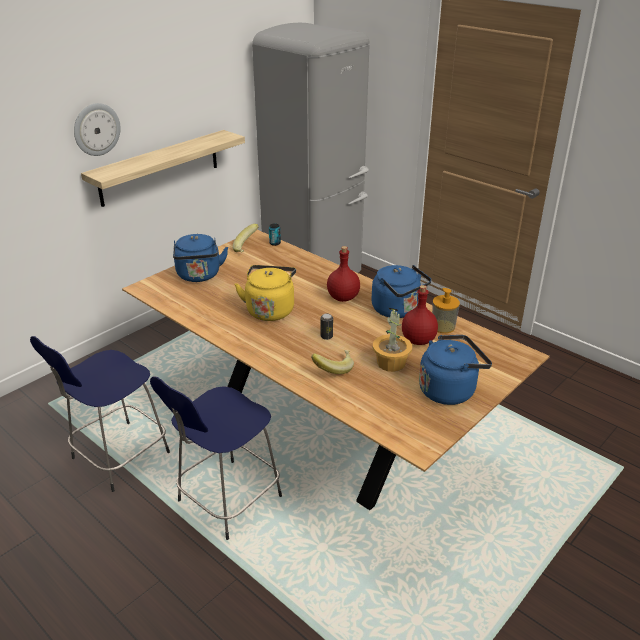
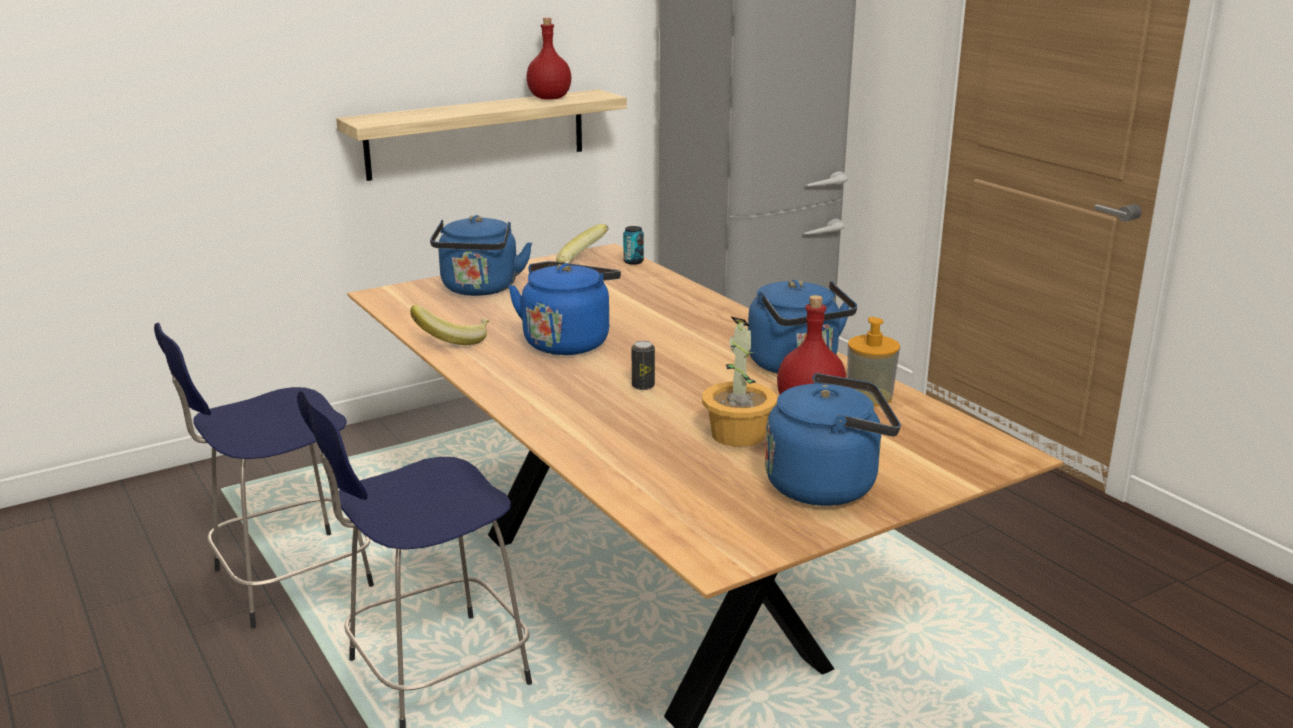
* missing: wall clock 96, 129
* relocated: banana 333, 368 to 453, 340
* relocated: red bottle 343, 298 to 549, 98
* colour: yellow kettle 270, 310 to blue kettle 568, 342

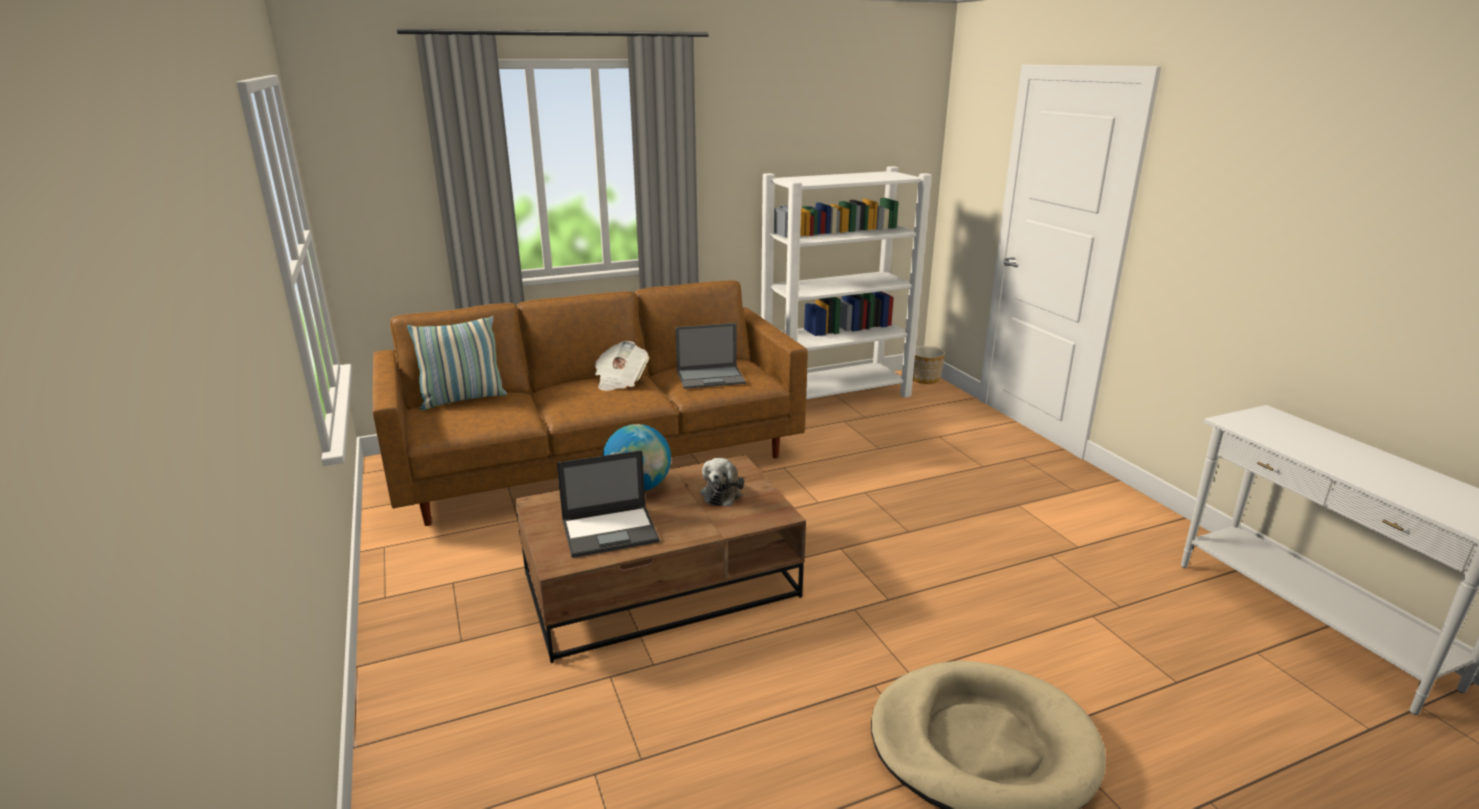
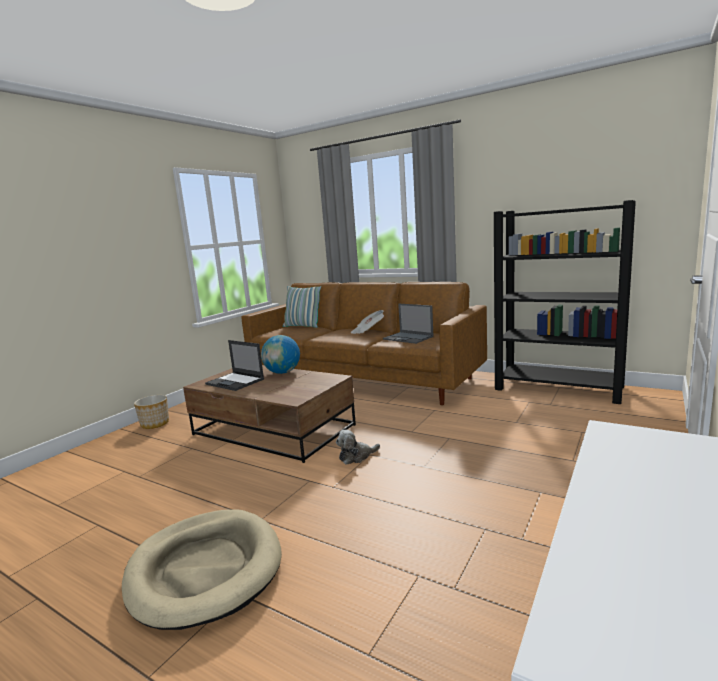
* relocated: plush toy 722, 493 to 356, 456
* relocated: planter 924, 378 to 155, 424
* colour: white bookcase 835, 395 to black bookcase 558, 388

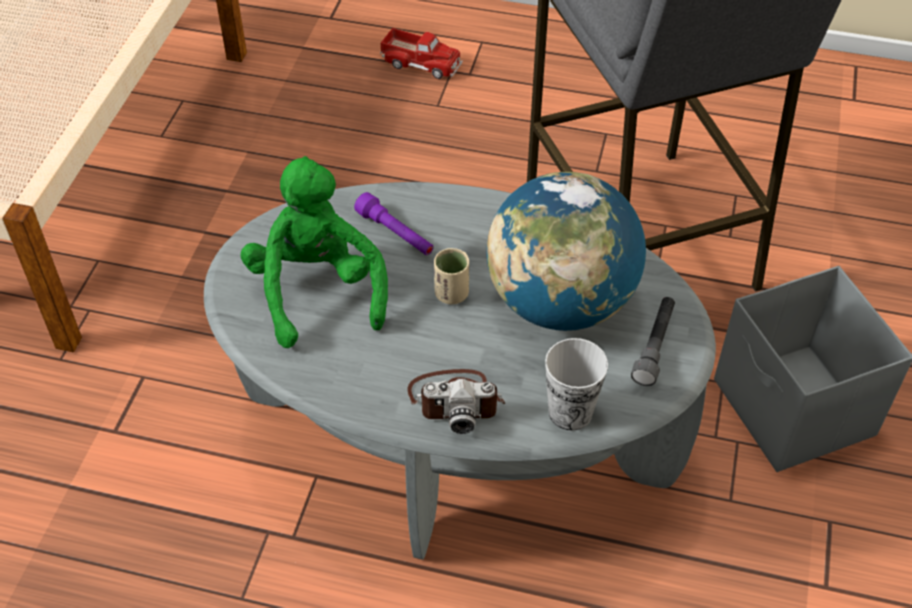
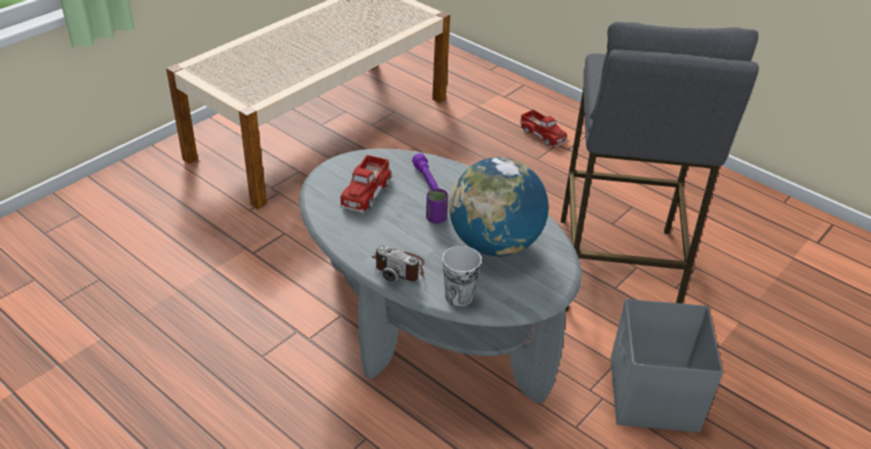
* missing: grey flashlight 654, 346
* exchanged: green plush toy 317, 291 to toy truck 365, 192
* colour: beige cup 451, 294 to purple cup 436, 218

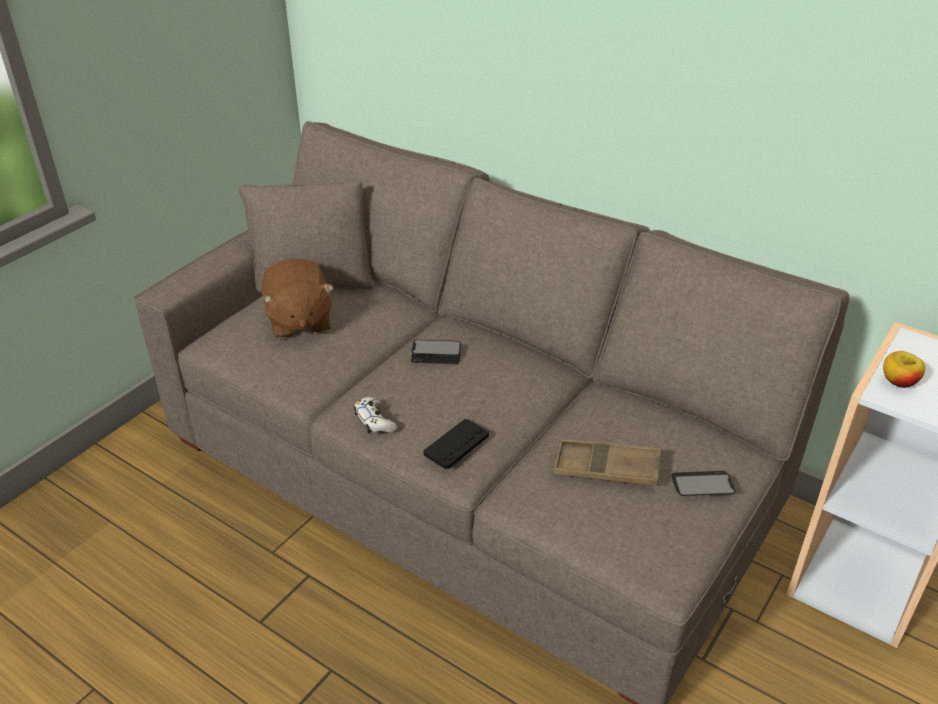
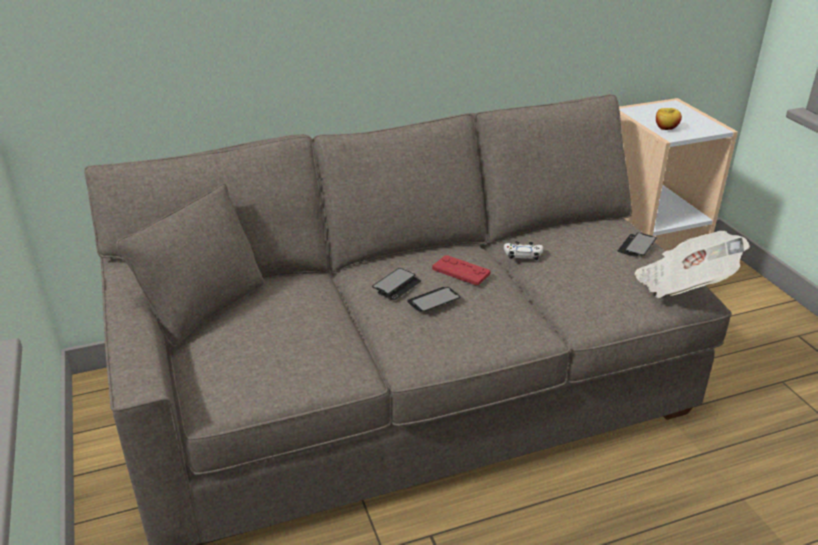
* missing: brown plush toy 299, 321
* missing: black game controller 456, 445
* missing: brown tray 606, 468
* appeared: phone 433, 300
* appeared: red game controller 461, 271
* appeared: newspaper 684, 285
* relocated: white game controller 374, 421 to 523, 255

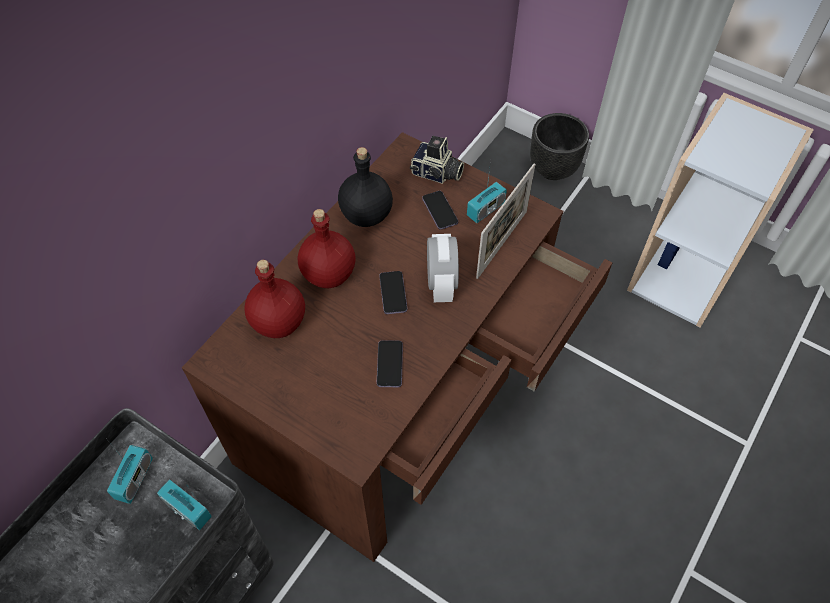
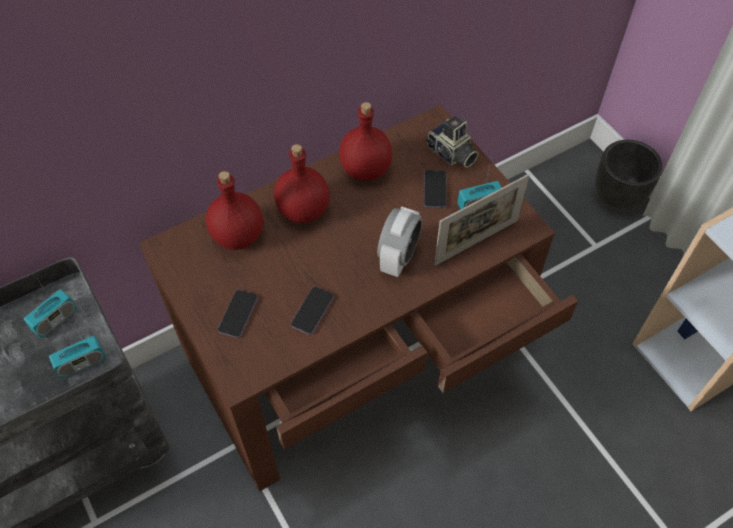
* relocated: phone 393, 293 to 238, 314
* colour: black bottle 367, 215 to red bottle 366, 169
* spun: radio 187, 509 = 81, 363 90 degrees counterclockwise

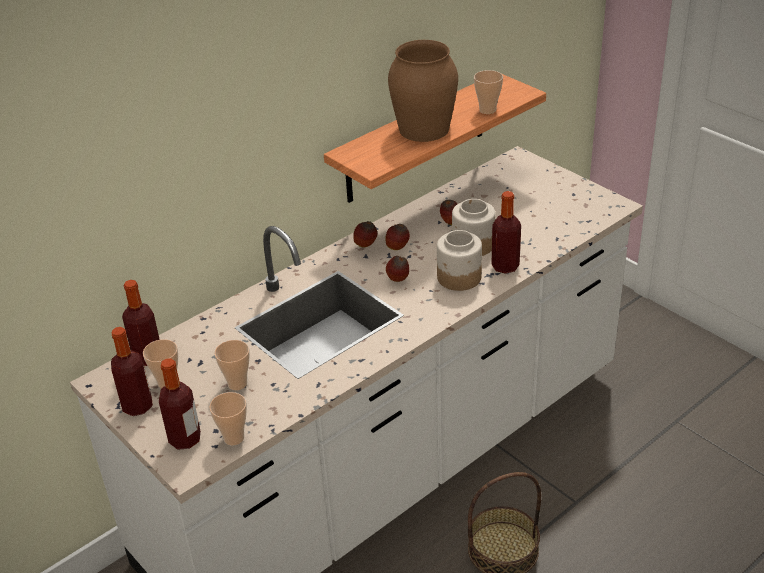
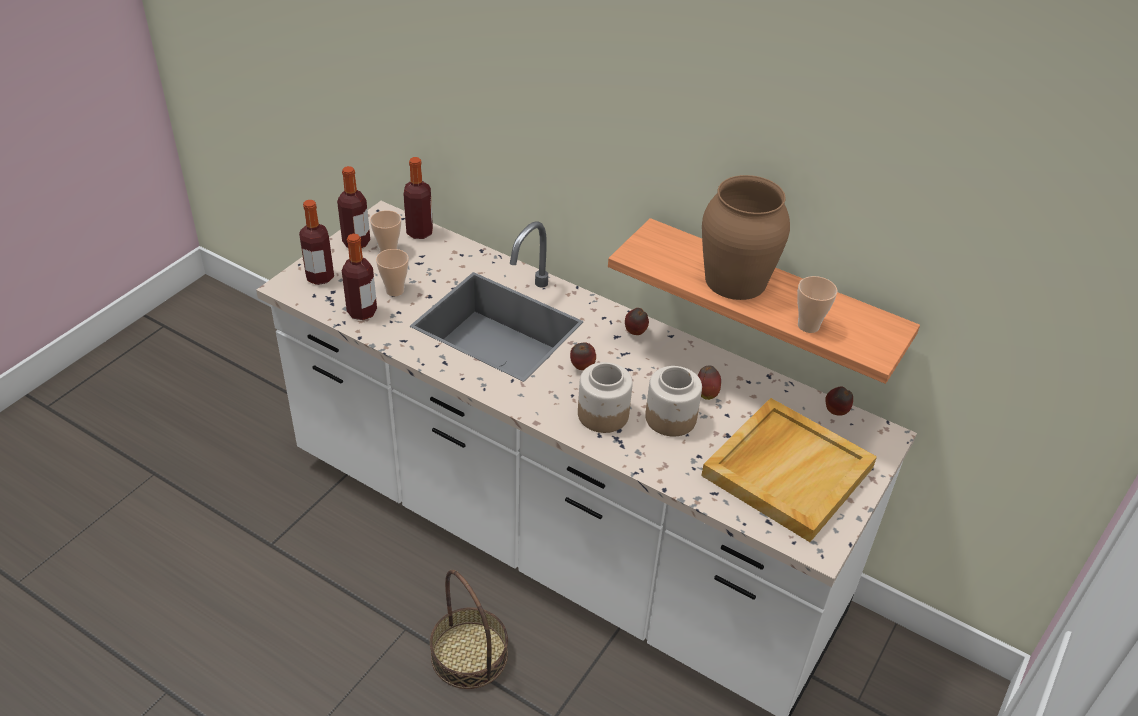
* missing: cup 234, 438
* appeared: beige tray 787, 470
* relocated: apple 397, 248 to 836, 413
* relocated: bottle 505, 266 to 362, 312

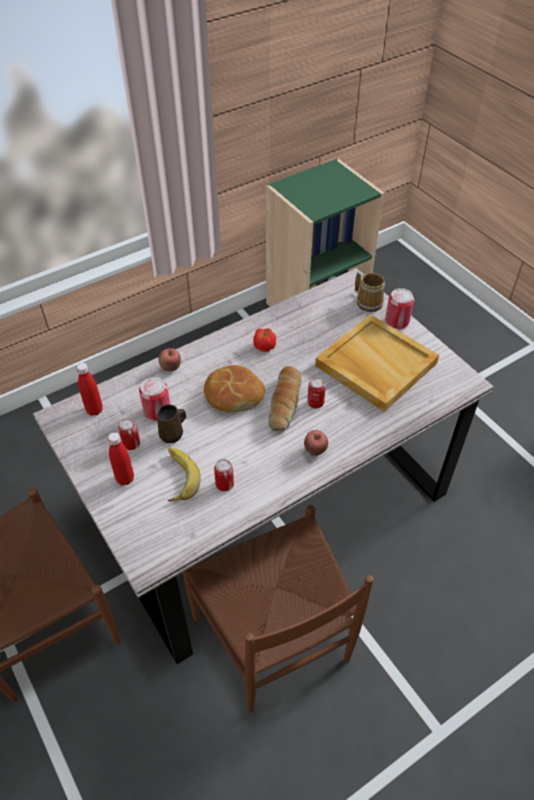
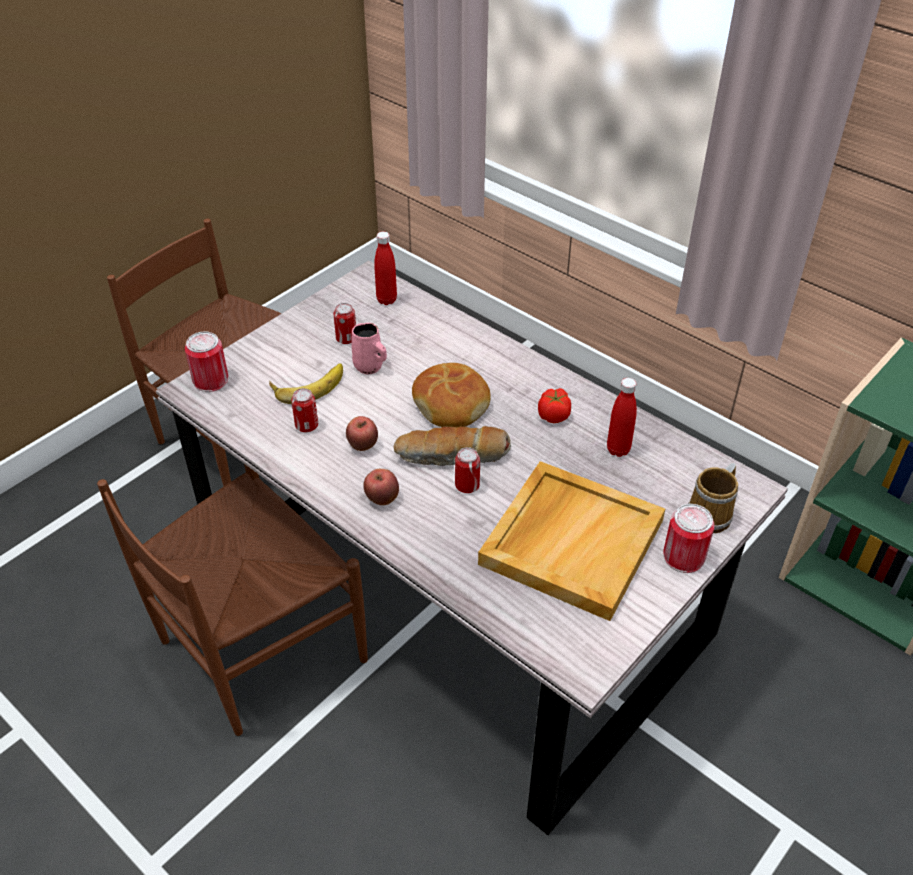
* relocated: red bottle 125, 479 to 618, 449
* relocated: can 157, 411 to 210, 380
* relocated: apple 171, 368 to 363, 446
* colour: brown mug 172, 434 to pink mug 369, 367

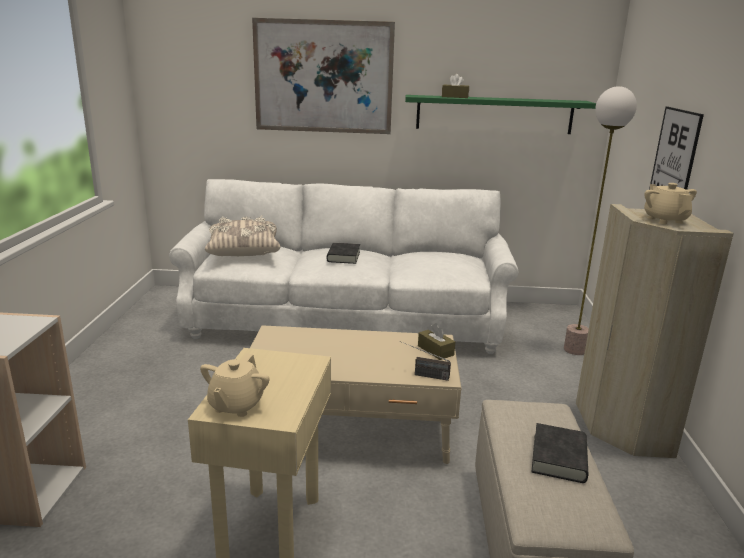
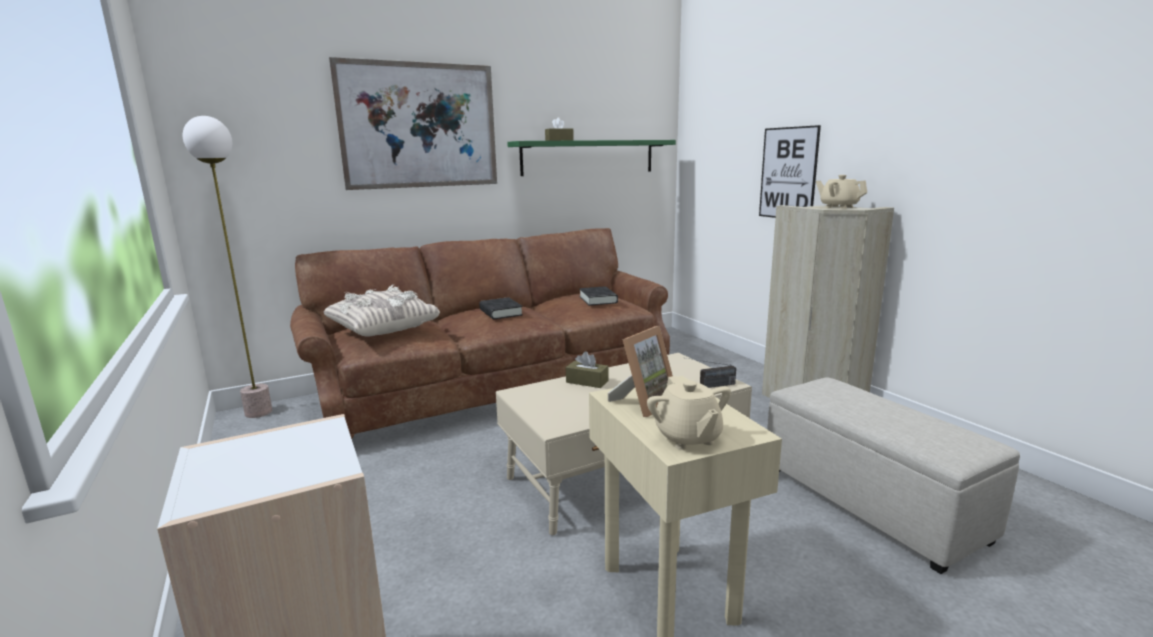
* appeared: picture frame 644, 403
* relocated: brown tissue box 435, 350 to 587, 381
* relocated: black book 559, 458 to 598, 300
* relocated: floor lamp 575, 350 to 259, 412
* colour: white sofa 345, 320 to brown sofa 496, 387

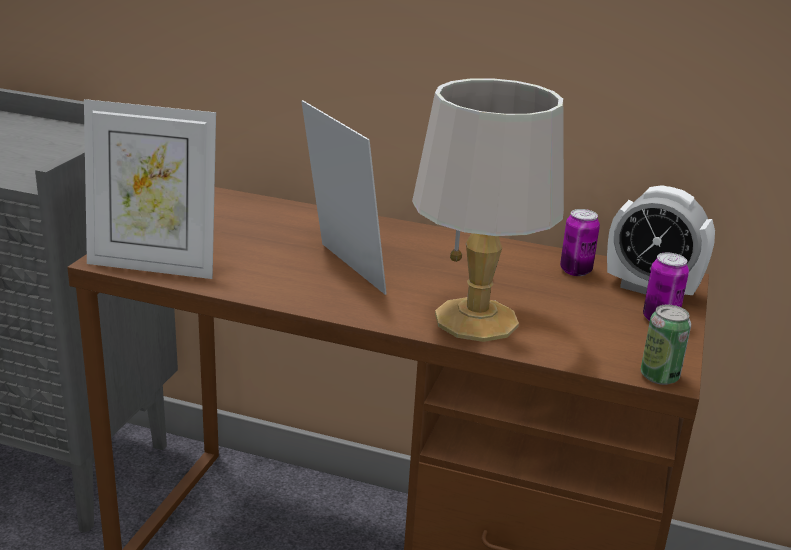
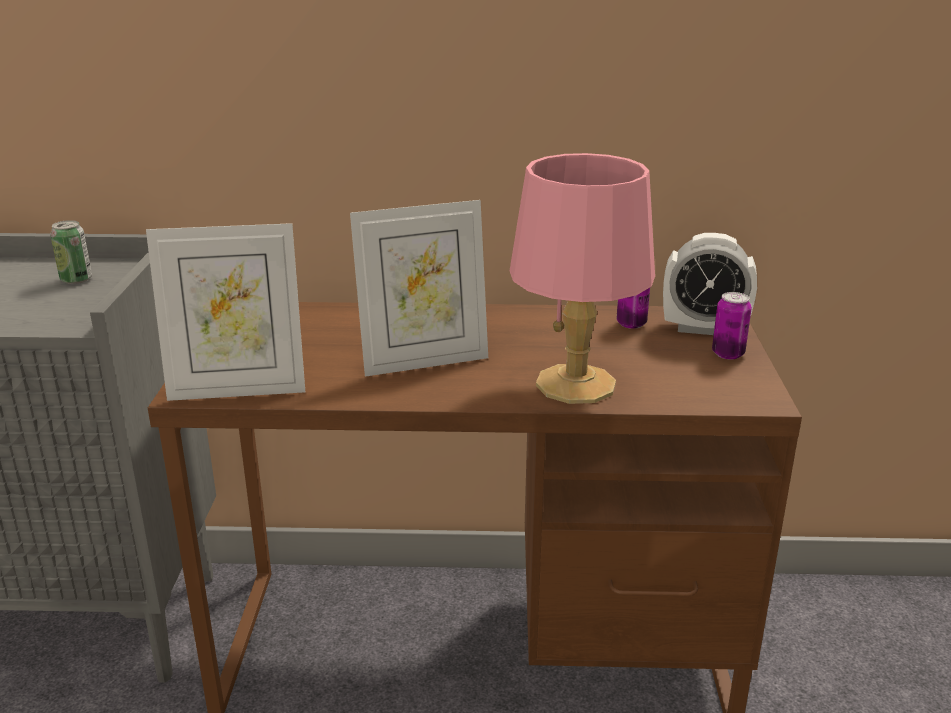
* relocated: can 659, 376 to 76, 279
* colour: grey table lamp 478, 320 to pink table lamp 577, 384
* spun: picture frame 341, 270 = 424, 361 120 degrees clockwise

